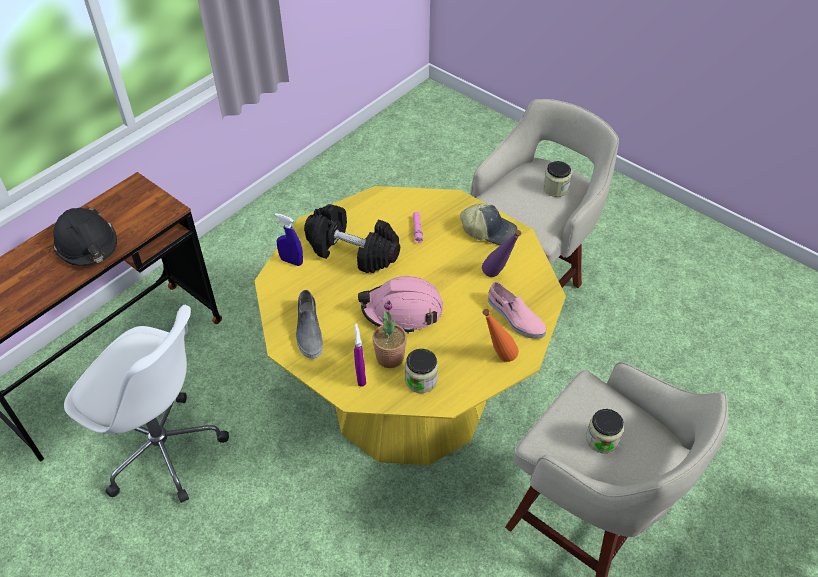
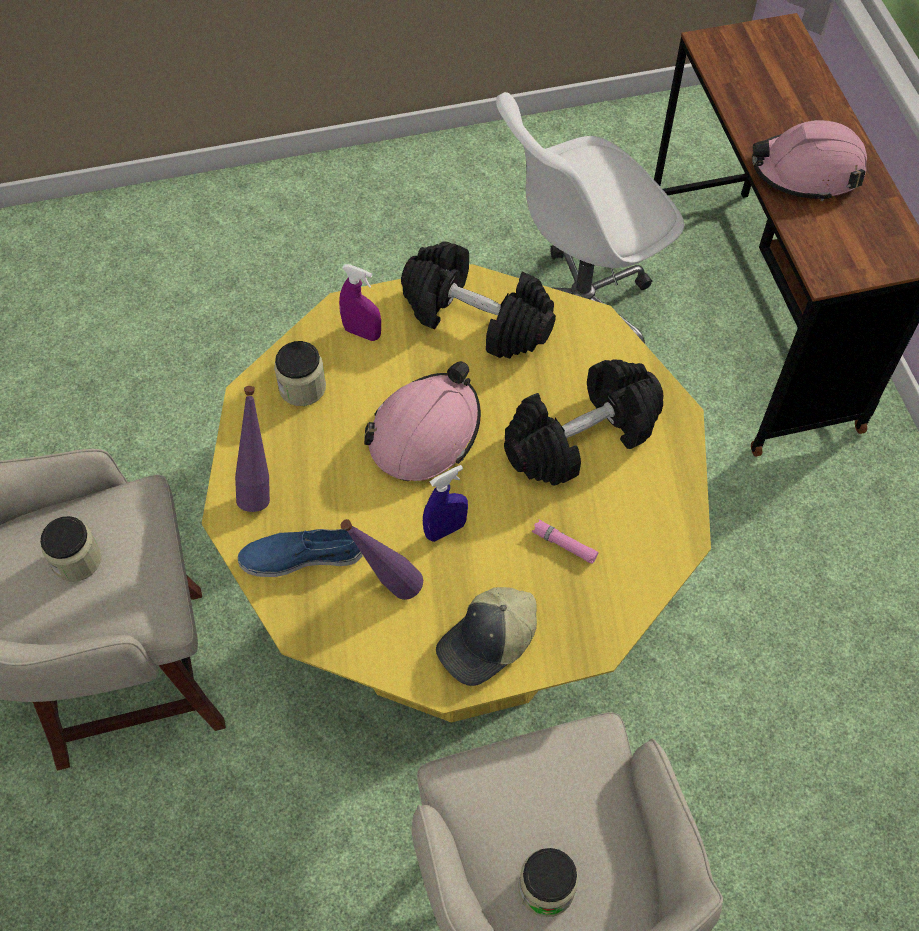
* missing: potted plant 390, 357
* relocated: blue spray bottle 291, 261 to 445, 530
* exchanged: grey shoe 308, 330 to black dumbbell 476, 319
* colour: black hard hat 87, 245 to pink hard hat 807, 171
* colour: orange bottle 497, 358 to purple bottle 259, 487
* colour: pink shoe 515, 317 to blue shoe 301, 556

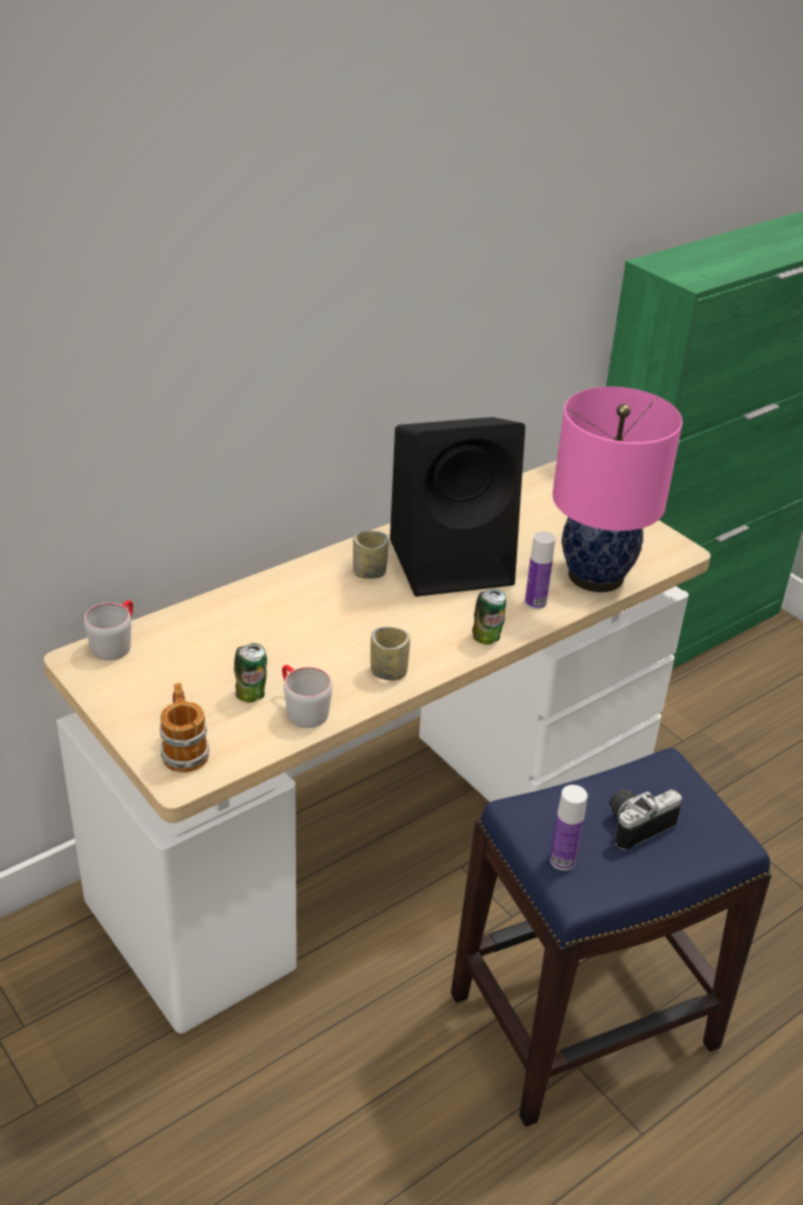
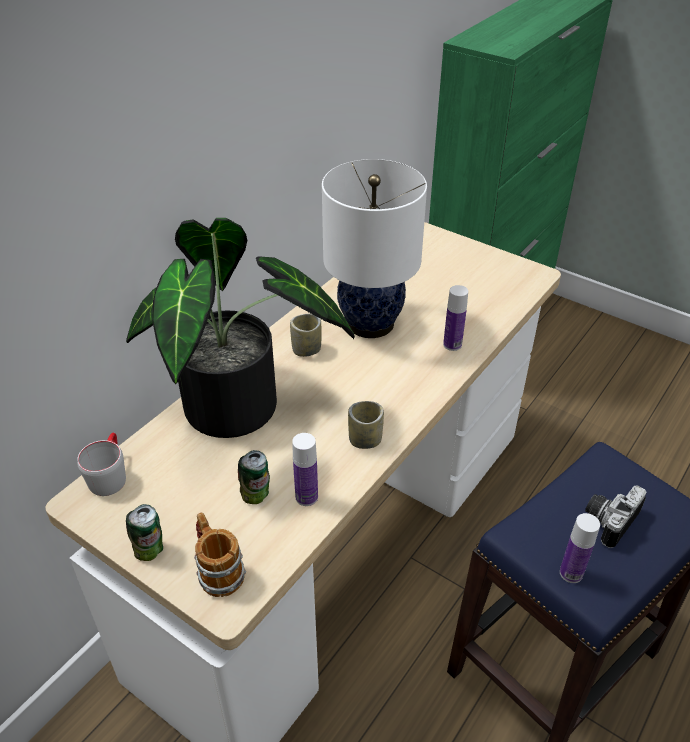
* missing: pink table lamp 596, 576
* appeared: potted plant 240, 411
* relocated: can 487, 638 to 150, 550
* exchanged: grey mug 301, 709 to bottle 306, 497
* exchanged: black speaker 454, 561 to white table lamp 370, 323

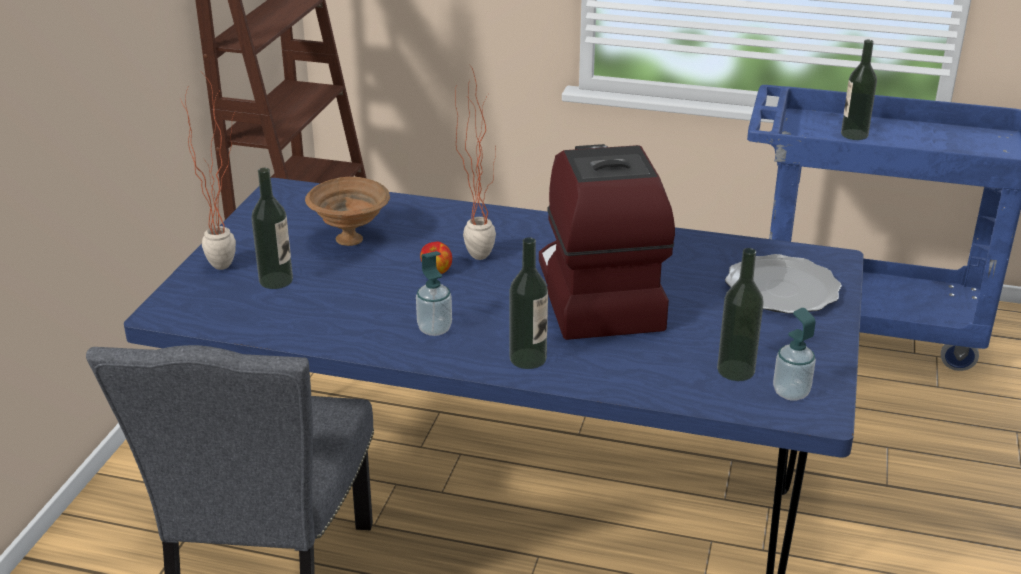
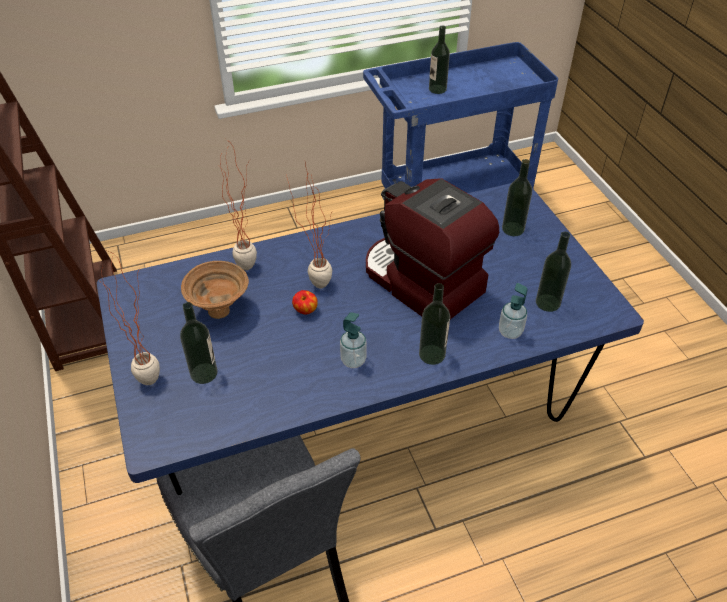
* appeared: potted plant 248, 262
* relocated: soap dispenser 791, 392 to 510, 332
* exchanged: plate 781, 289 to bottle 513, 229

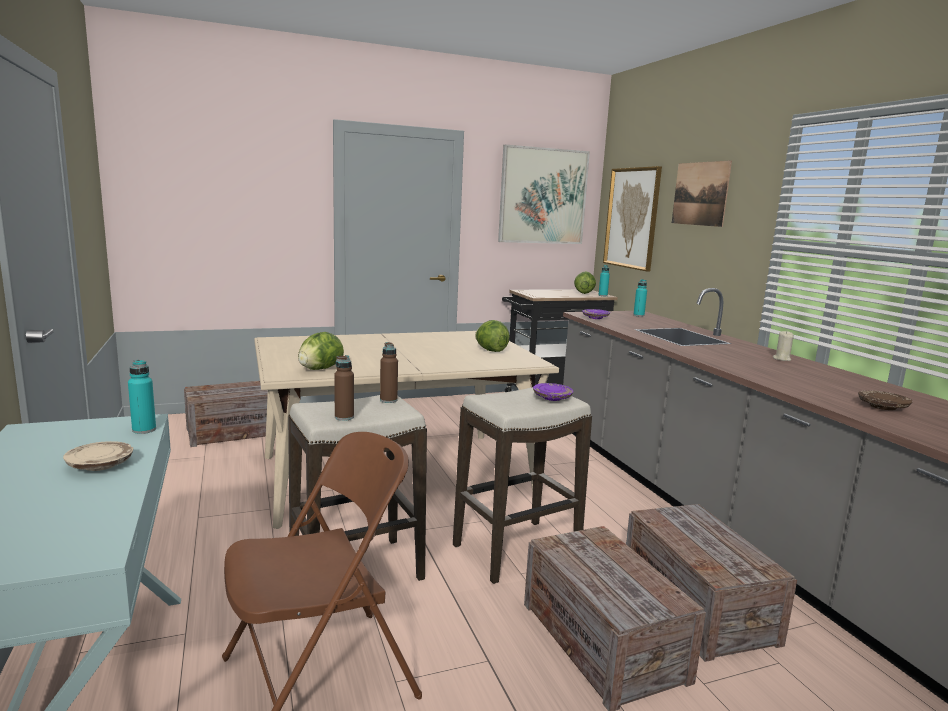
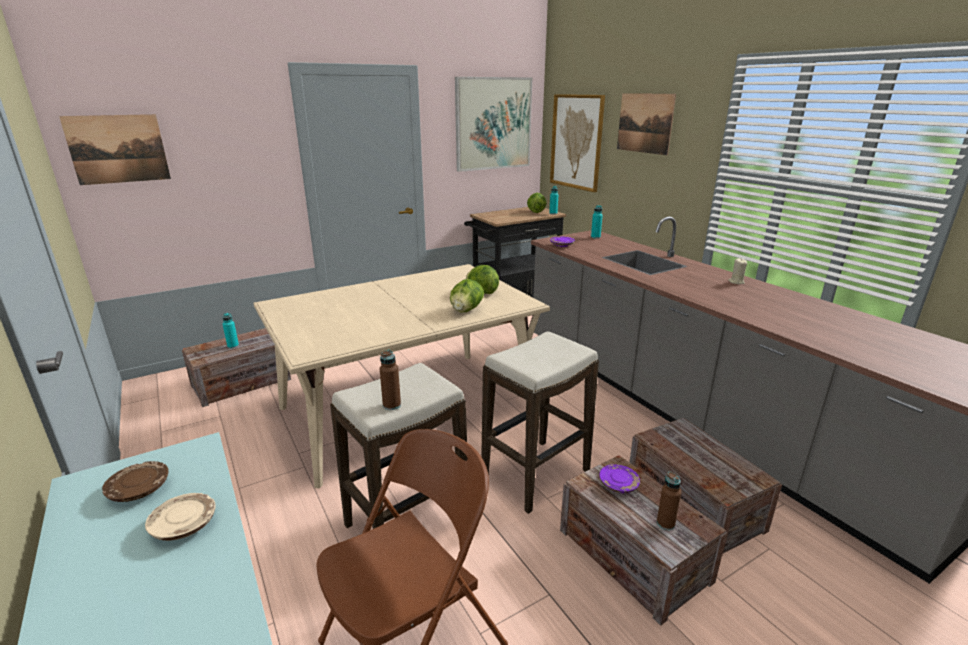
* appeared: picture 118, 149
* relocated: turquoise bottle 144, 430 to 233, 346
* relocated: lettuce 320, 369 to 466, 310
* relocated: brown bottle 388, 400 to 665, 523
* relocated: purple plate 552, 398 to 618, 484
* relocated: brown plate 882, 407 to 139, 489

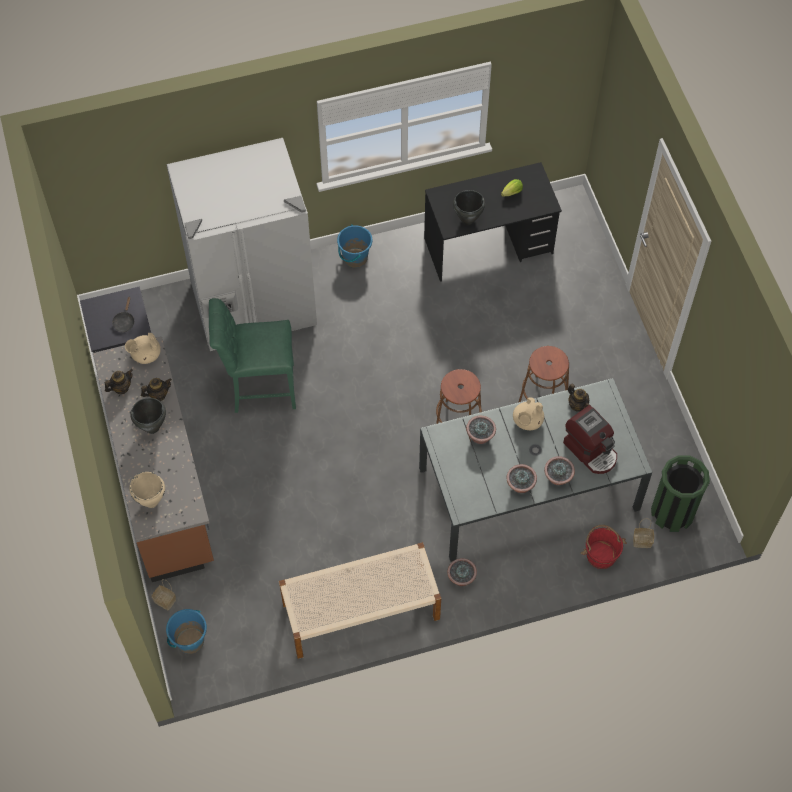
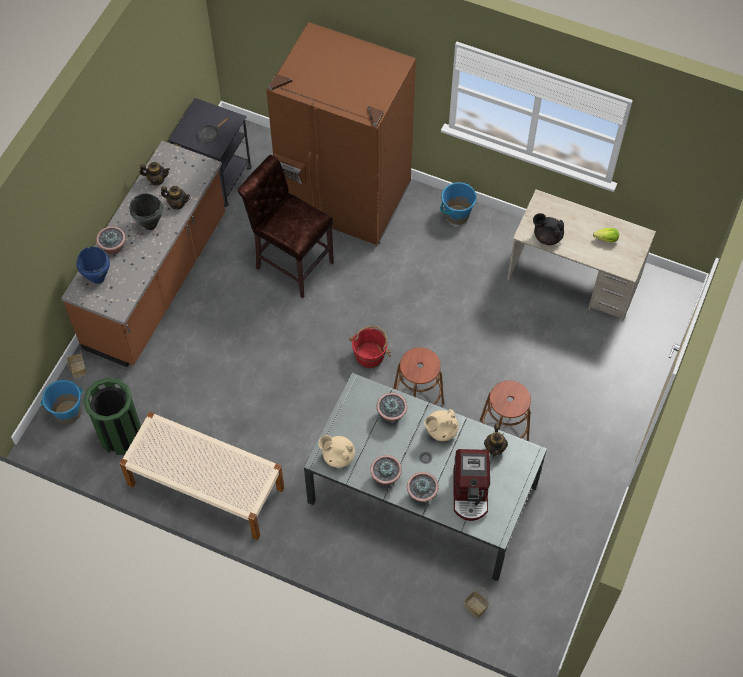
* relocated: beige teapot 145, 355 to 338, 456
* relocated: potted plant 461, 578 to 113, 247
* relocated: red bucket 601, 554 to 370, 355
* relocated: green trash can 672, 512 to 121, 435
* exchanged: black cooking pot 467, 220 to black teapot 547, 236
* colour: beige cooking pot 151, 502 to blue cooking pot 97, 278
* colour: white fridge 254, 306 to brown fridge 345, 198
* colour: green stool 259, 387 to brown stool 291, 263
* colour: black desk 488, 246 to beige desk 574, 279

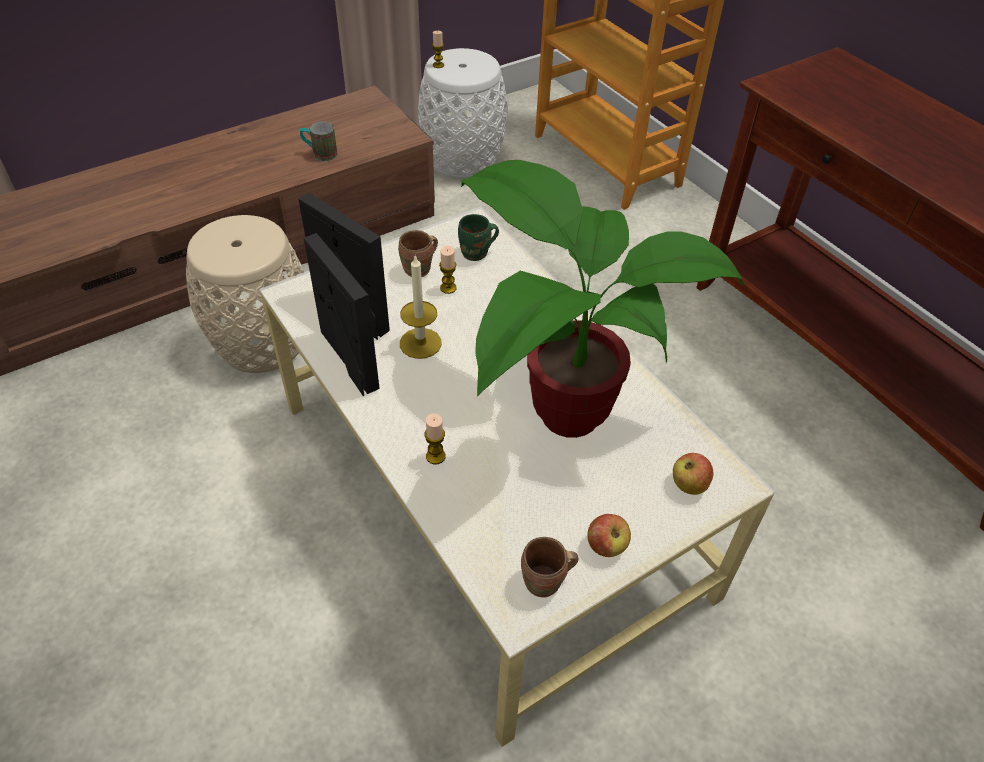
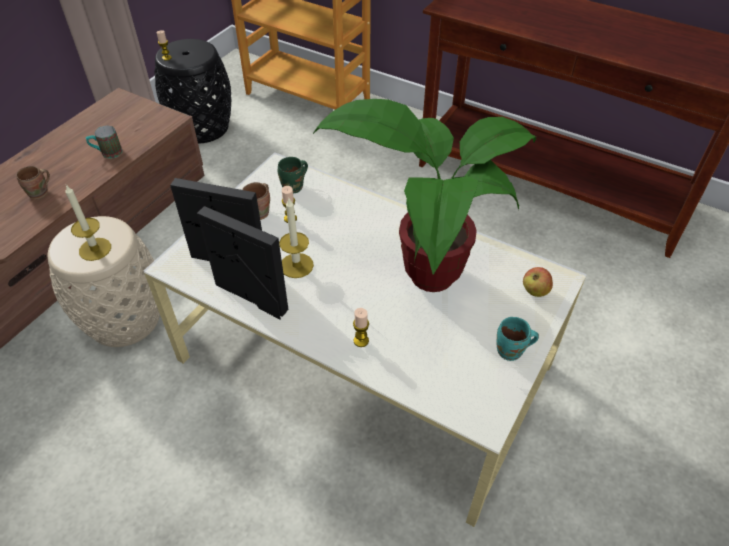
* appeared: candle 95, 249
* relocated: brown mug 545, 583 to 40, 193
* exchanged: apple 606, 546 to turquoise mug 511, 352
* colour: white stool 463, 161 to black stool 202, 128

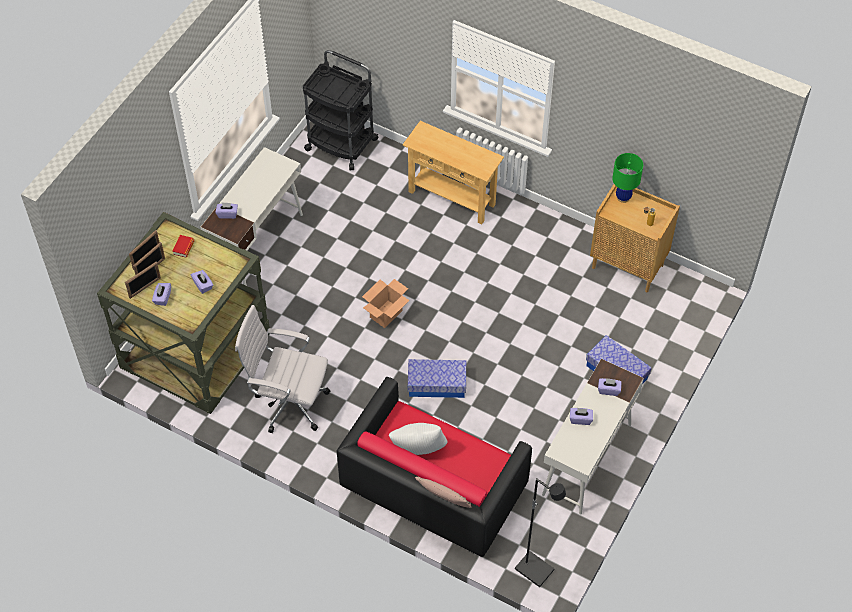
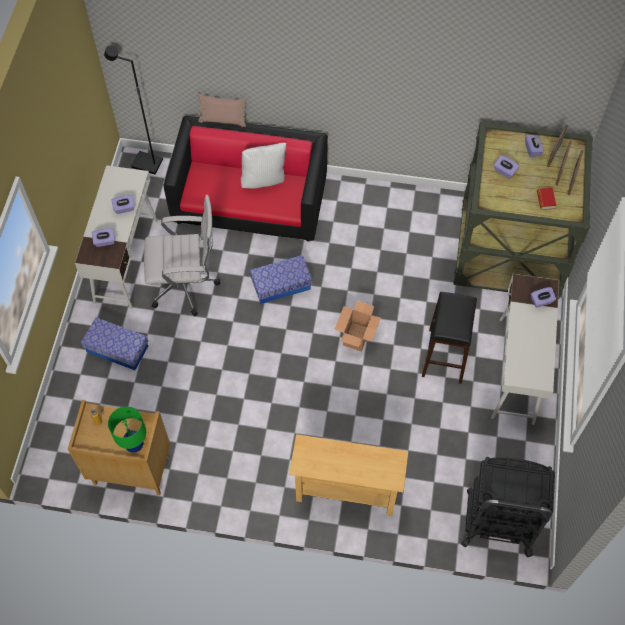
* appeared: black stool 445, 355
* relocated: white office chair 288, 403 to 187, 286

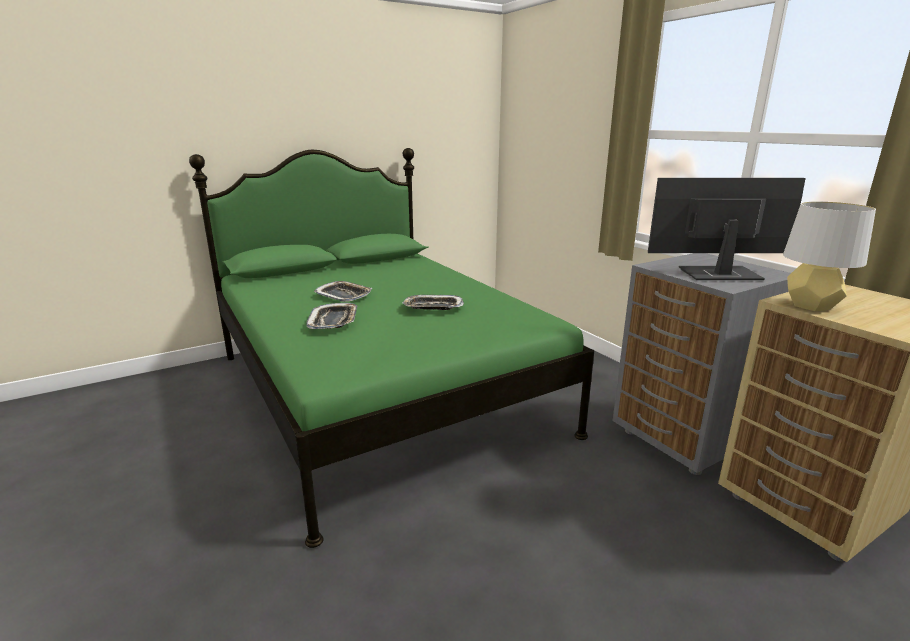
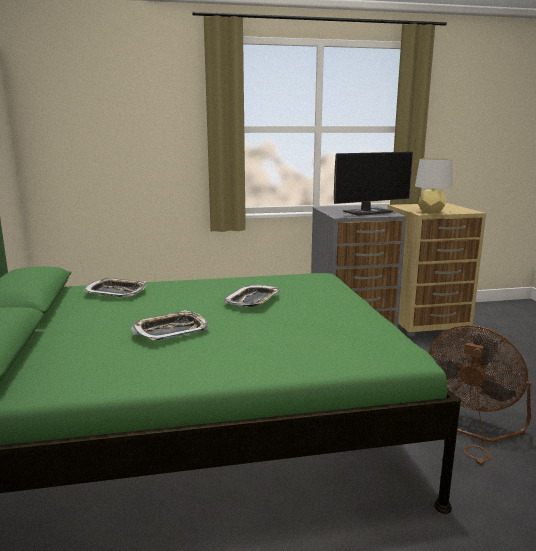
* appeared: brown fan 469, 428
* relocated: tray 334, 321 to 116, 292
* spun: monitor 718, 274 = 368, 212 135 degrees counterclockwise

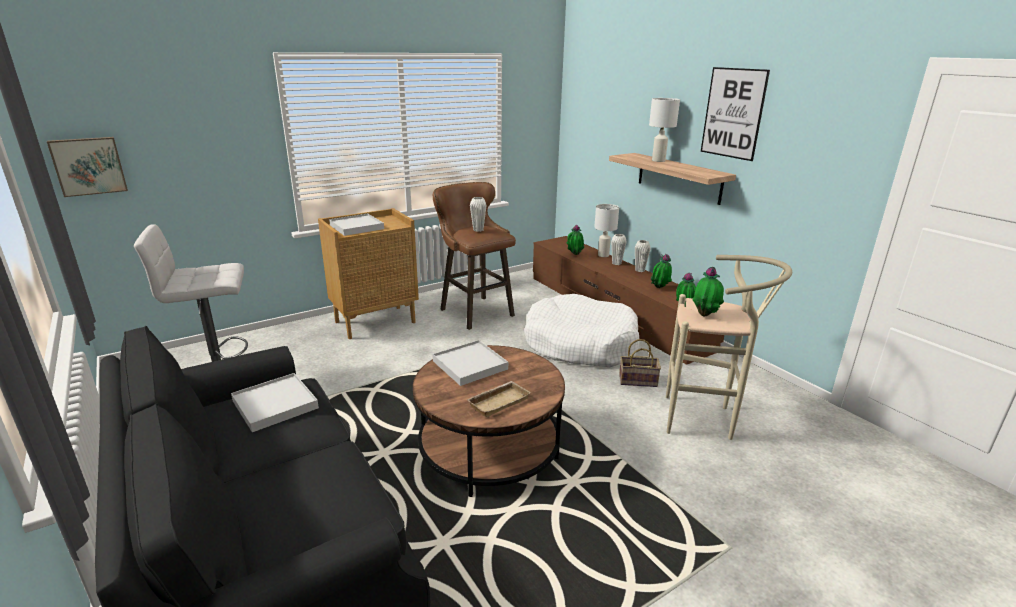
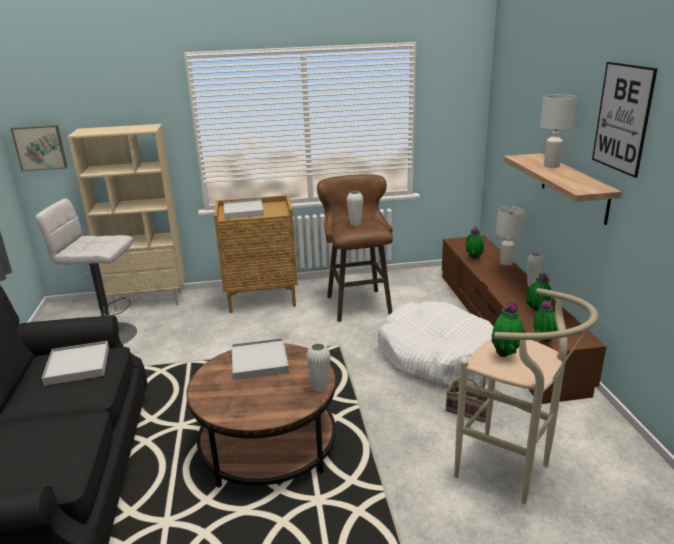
* missing: beige tray 498, 401
* appeared: beige bookcase 149, 301
* relocated: white vase 616, 263 to 320, 387

